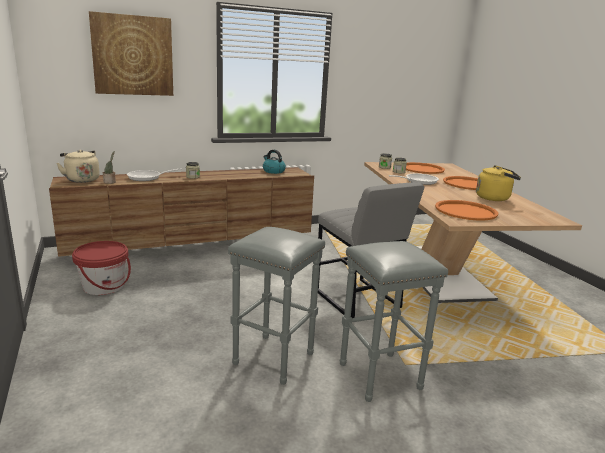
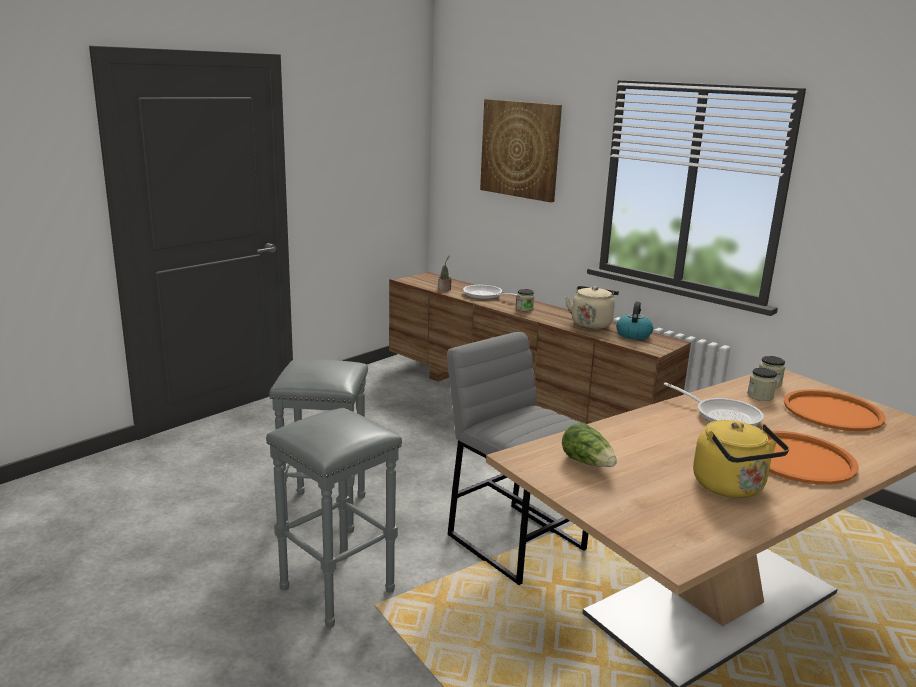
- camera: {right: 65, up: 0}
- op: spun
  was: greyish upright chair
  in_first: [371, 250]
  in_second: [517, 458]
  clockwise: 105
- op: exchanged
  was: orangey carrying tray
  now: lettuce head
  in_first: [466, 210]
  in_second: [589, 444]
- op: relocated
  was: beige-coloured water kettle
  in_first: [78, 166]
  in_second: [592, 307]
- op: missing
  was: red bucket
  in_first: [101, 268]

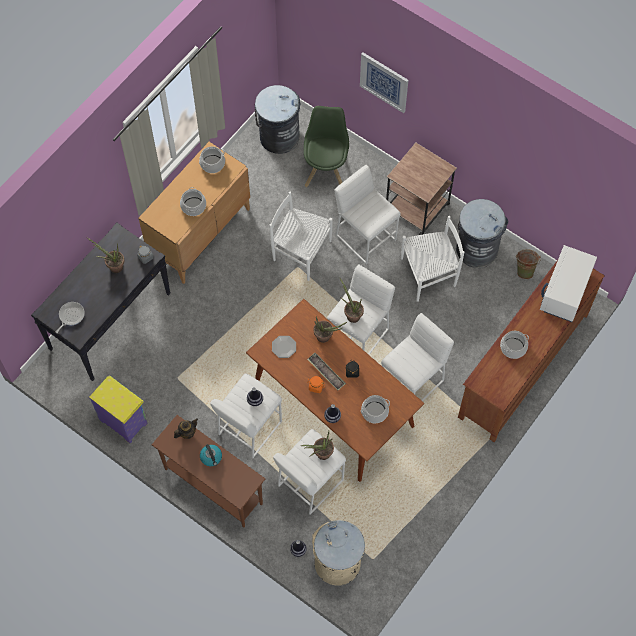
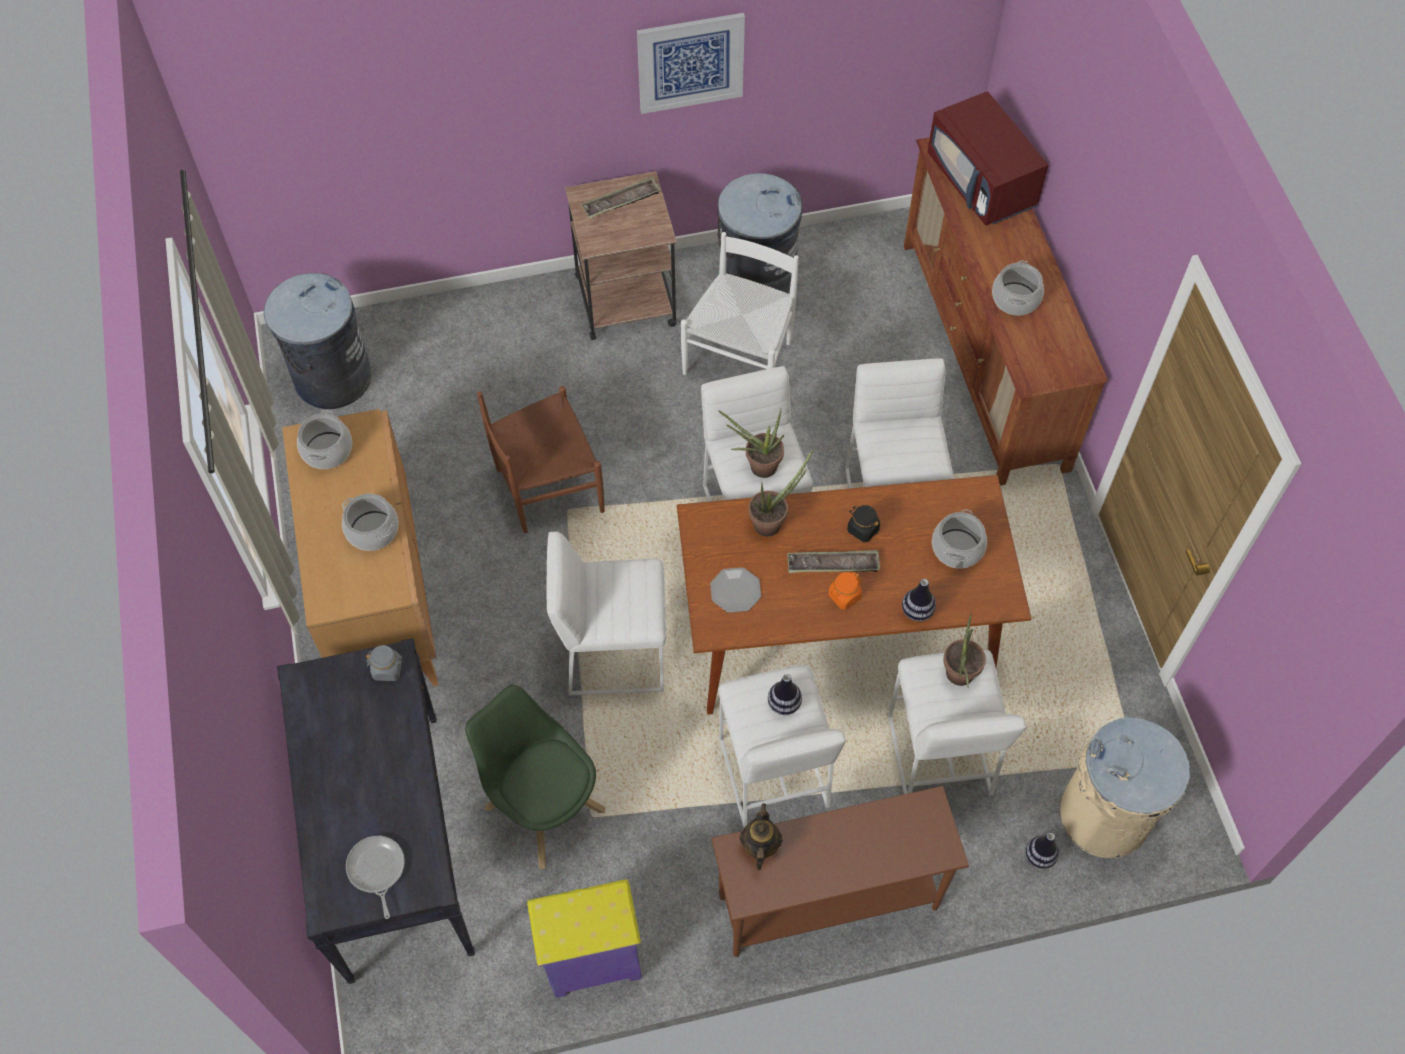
- camera: {right: -50, up: -5}
- op: relocated
  was: green upright chair
  in_first: [326, 146]
  in_second: [535, 777]
- op: colour
  was: white-coloured upright chair
  now: brownish upright chair
  in_first: [301, 236]
  in_second: [541, 459]
- op: relocated
  was: white-coloured sitting stool
  in_first: [367, 215]
  in_second: [606, 613]
- op: appeared
  now: carrying tray
  in_second: [621, 197]
- op: relocated
  was: wall picture
  in_first: [384, 83]
  in_second: [691, 63]
- op: colour
  was: white-coloured microwave oven
  now: red microwave oven
  in_first: [568, 283]
  in_second: [987, 158]
- op: missing
  was: houseplant
  in_first: [105, 255]
- op: missing
  was: water kettle
  in_first: [211, 455]
- op: missing
  was: green bucket
  in_first: [528, 264]

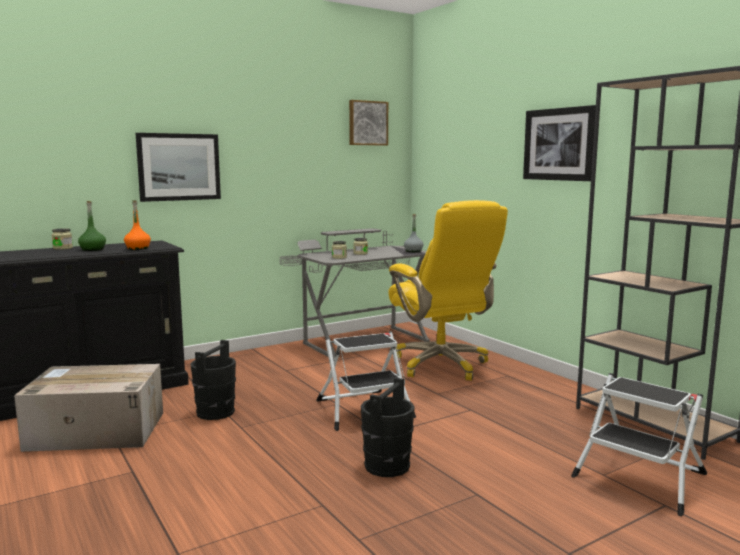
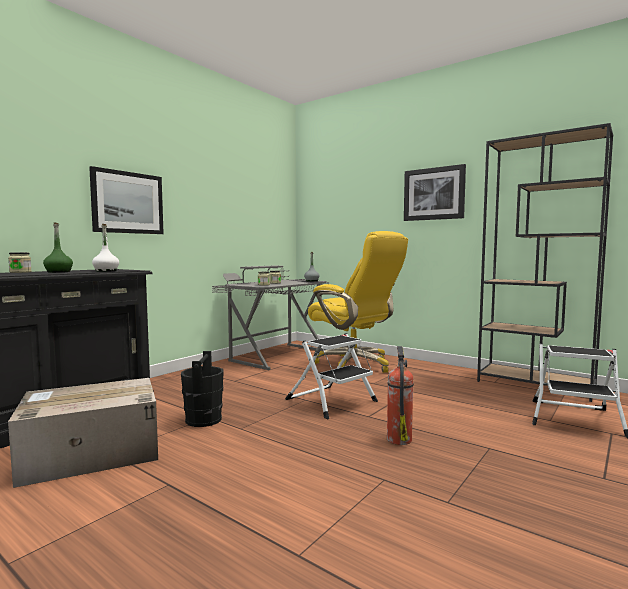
- camera: {right: -20, up: -5}
- op: colour
  was: orangey drink bottle
  now: white-coloured drink bottle
  in_first: [137, 225]
  in_second: [105, 248]
- op: exchanged
  was: blackish bucket
  now: extinguisher
  in_first: [388, 427]
  in_second: [400, 395]
- op: missing
  was: wall picture
  in_first: [368, 123]

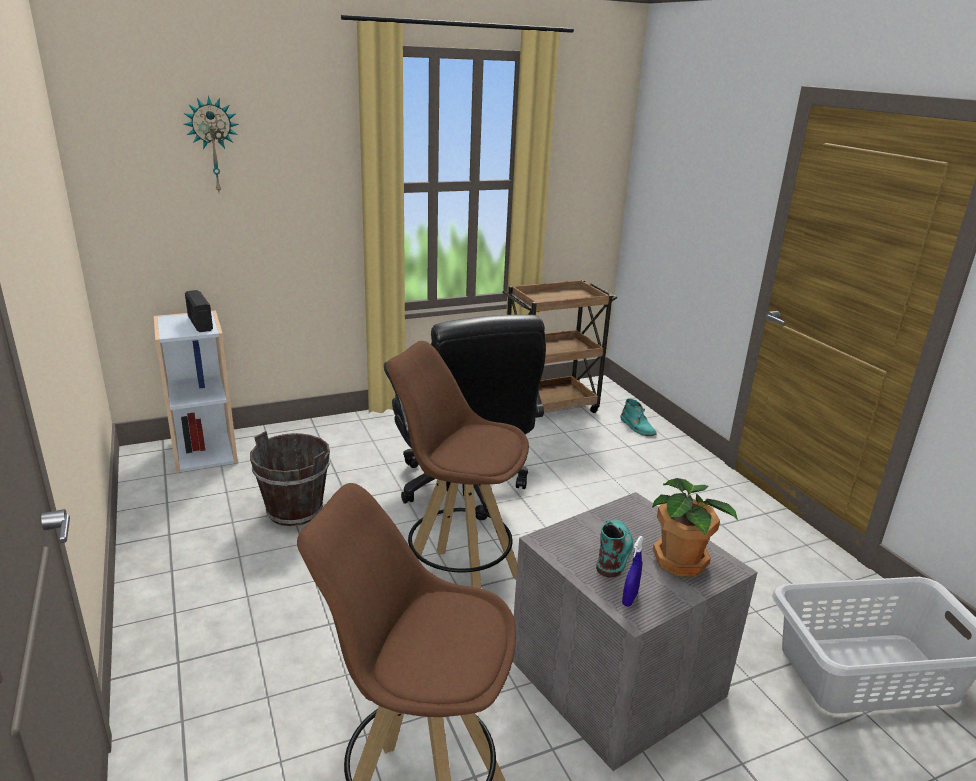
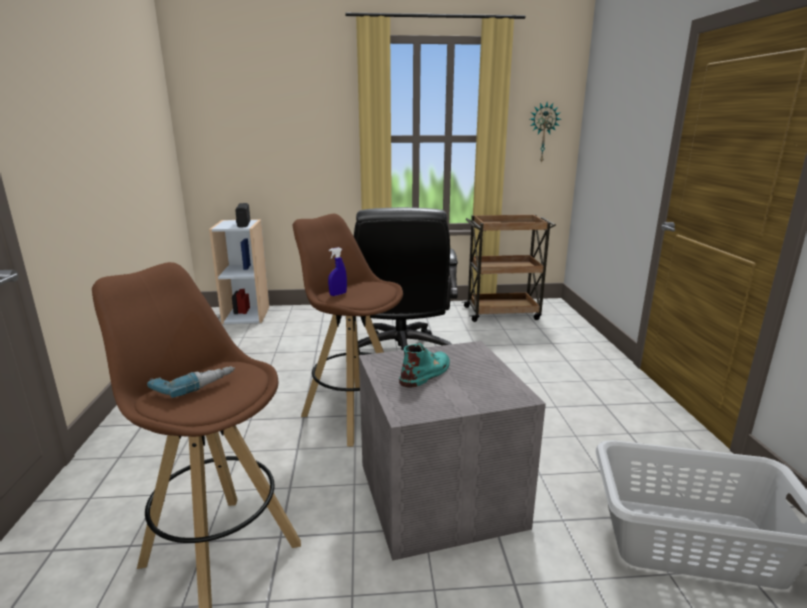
- camera: {right: 20, up: -5}
- op: appeared
  now: power drill
  in_second: [191, 382]
- op: relocated
  was: bluish sprayer
  in_first: [633, 571]
  in_second: [337, 271]
- op: relocated
  was: clock on the wall
  in_first: [211, 144]
  in_second: [545, 133]
- op: missing
  was: brownish bucket
  in_first: [290, 478]
- op: missing
  was: blue-green tall boot
  in_first: [638, 417]
- op: missing
  was: houseplant
  in_first: [695, 527]

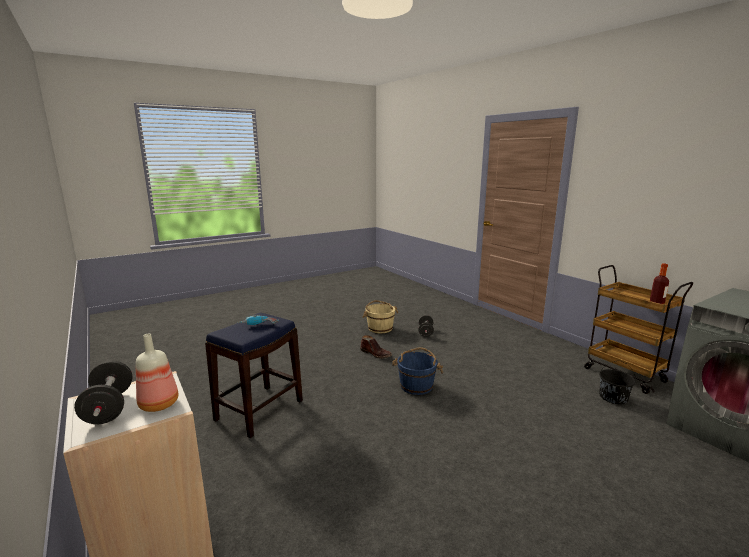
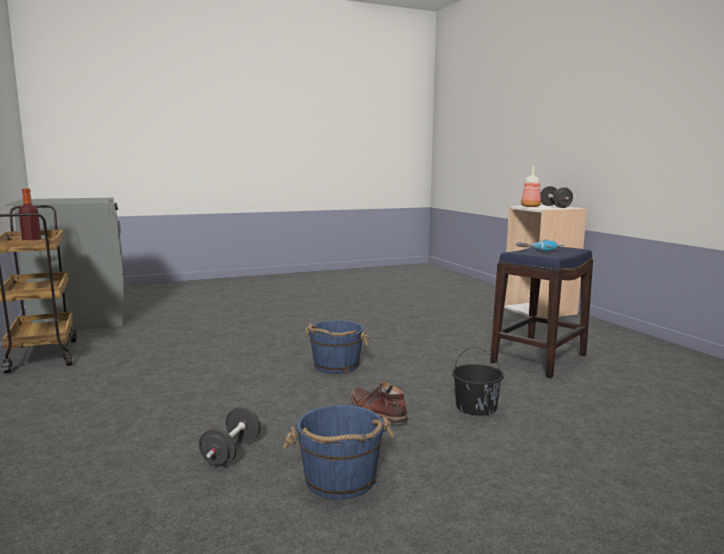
- camera: {right: -170, up: -5}
- op: colour
  was: beige-coloured bucket
  now: bluish bucket
  in_first: [380, 316]
  in_second: [339, 452]
- op: relocated
  was: blackish bucket
  in_first: [617, 382]
  in_second: [478, 381]

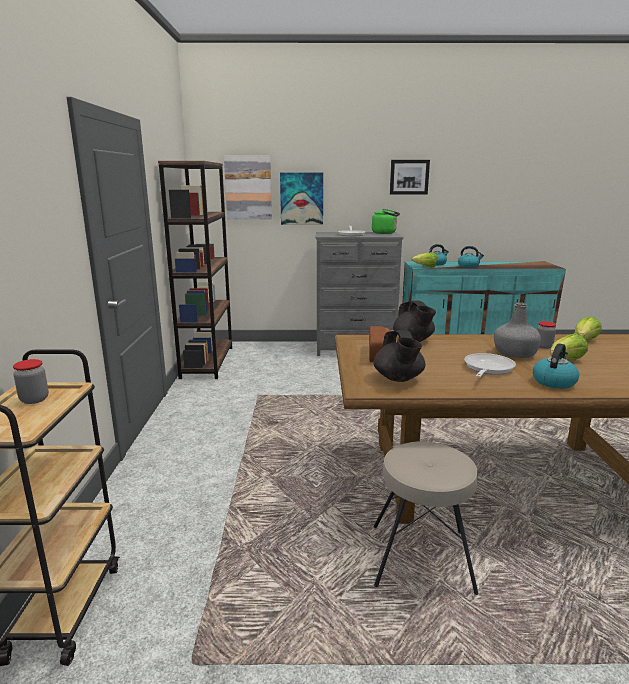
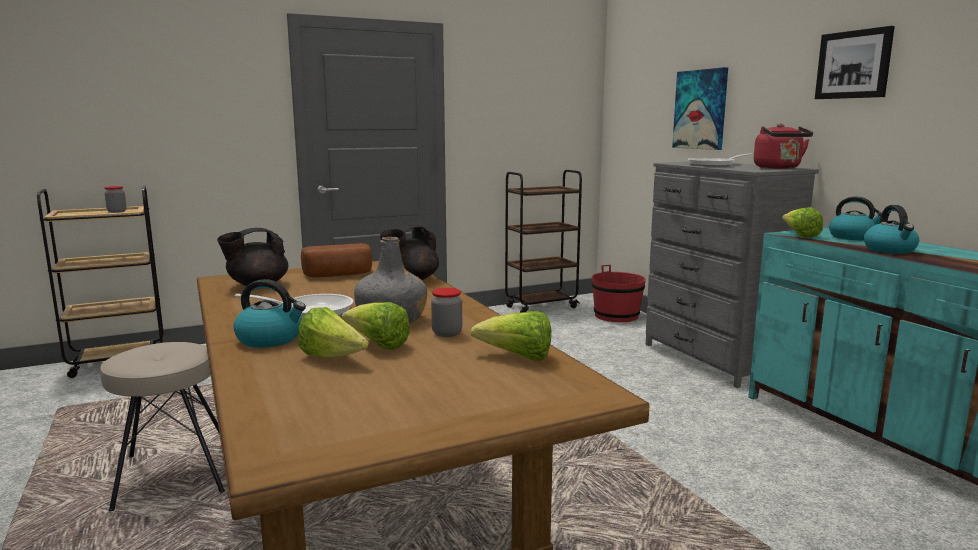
- camera: {right: 65, up: -5}
- op: appeared
  now: lettuce head
  in_second: [333, 332]
- op: exchanged
  was: brownish shelving unit
  now: brownish trolley
  in_first: [195, 270]
  in_second: [543, 241]
- op: appeared
  now: red bucket
  in_second: [618, 293]
- op: colour
  was: green water kettle
  now: red water kettle
  in_first: [386, 221]
  in_second: [783, 146]
- op: missing
  was: wall picture
  in_first: [248, 187]

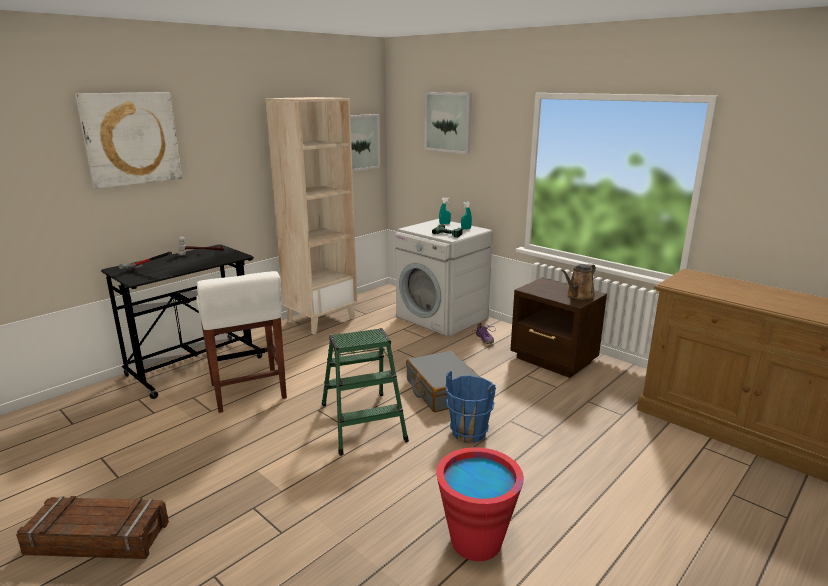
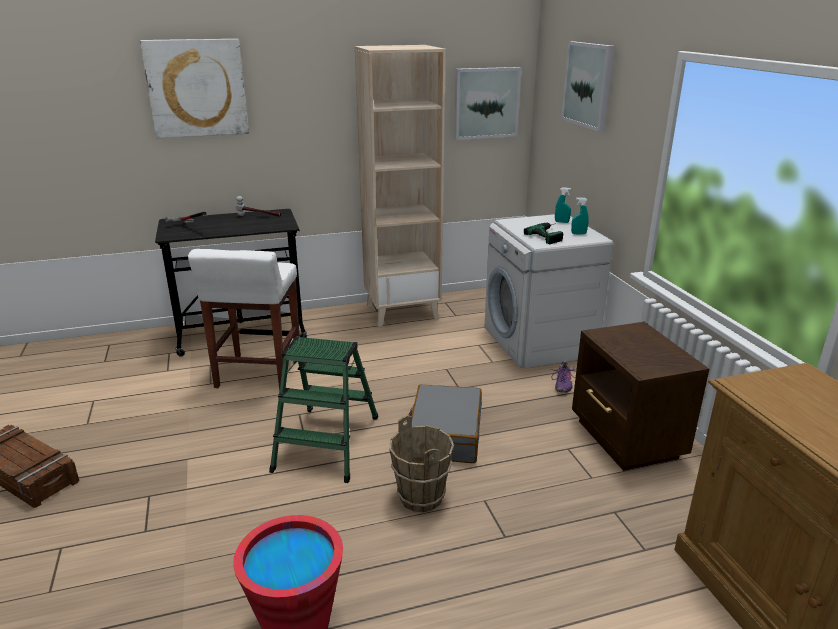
- camera: {right: 30, up: 5}
- op: colour
  was: bluish bucket
  now: brownish bucket
  in_first: [471, 407]
  in_second: [421, 464]
- op: missing
  was: brownish watering pot
  in_first: [578, 282]

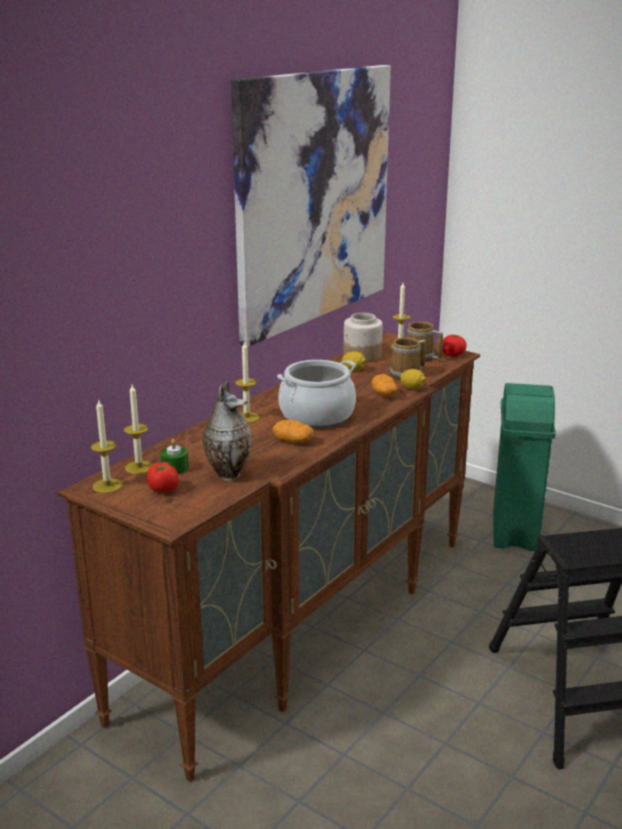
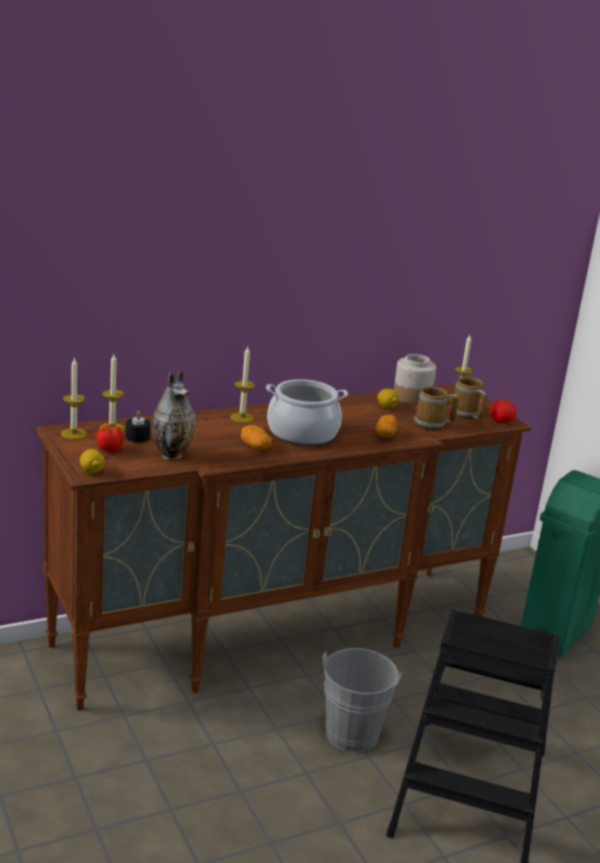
- camera: {right: 25, up: 0}
- op: relocated
  was: whole lemon
  in_first: [413, 379]
  in_second: [92, 461]
- op: colour
  was: green wax light
  now: blackish wax light
  in_first: [174, 456]
  in_second: [138, 426]
- op: appeared
  now: greyish bucket
  in_second: [362, 700]
- op: missing
  was: wall picture
  in_first: [311, 206]

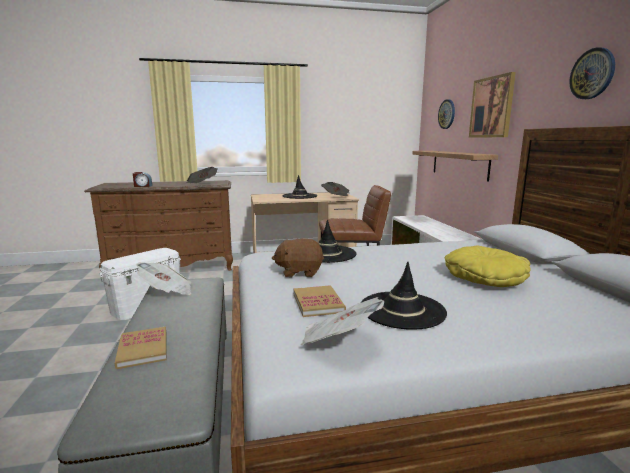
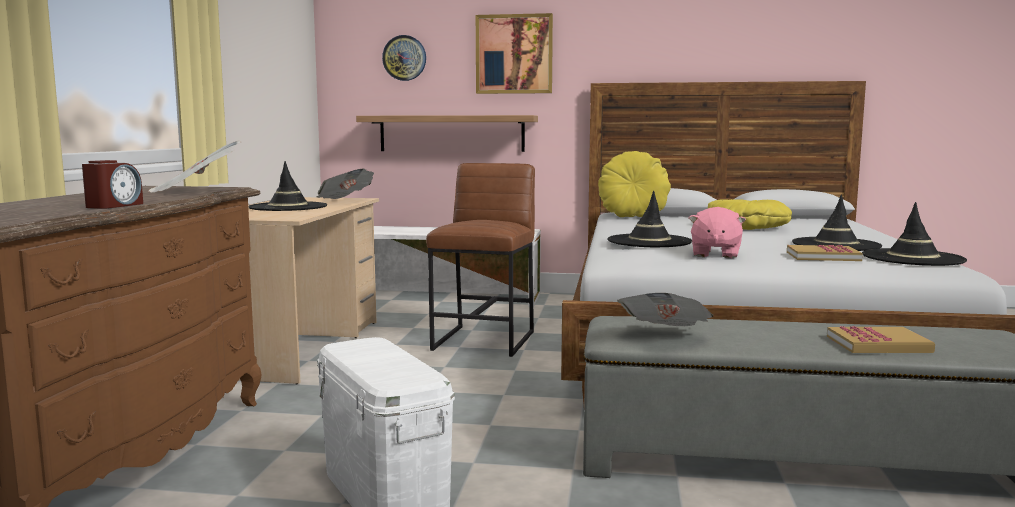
- camera: {right: -70, up: -5}
- op: appeared
  now: yellow-coloured throw pillow
  in_second: [634, 184]
- op: colour
  was: brownish cuddly toy
  now: pink-coloured cuddly toy
  in_first: [298, 257]
  in_second: [717, 233]
- op: exchanged
  was: printed paper
  now: blackish clothing hat
  in_first: [342, 321]
  in_second: [914, 234]
- op: missing
  was: clock on the wall
  in_first: [592, 73]

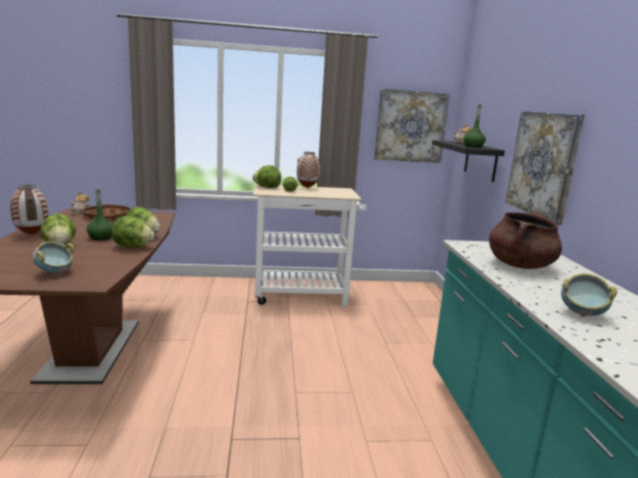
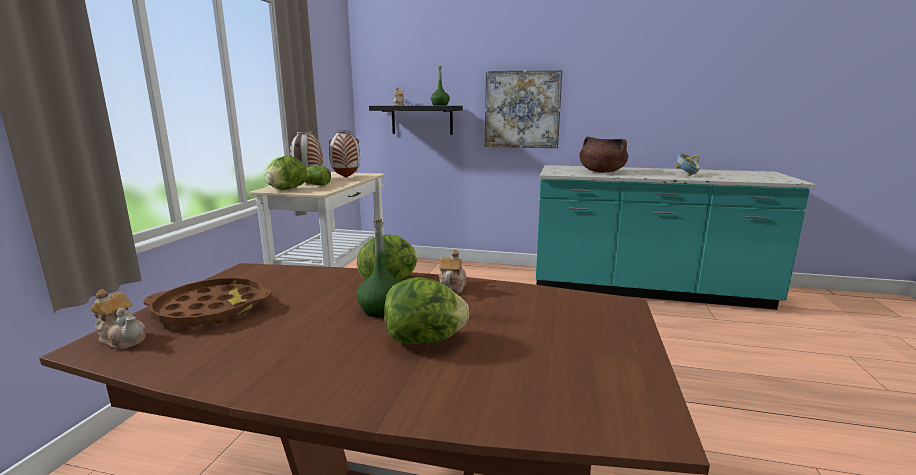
- camera: {right: -70, up: 0}
- op: relocated
  was: vase
  in_first: [29, 210]
  in_second: [344, 154]
- op: exchanged
  was: lettuce head
  now: tea pot
  in_first: [133, 232]
  in_second: [453, 272]
- op: missing
  was: deep dish
  in_first: [54, 257]
- op: missing
  was: wall picture
  in_first: [412, 126]

